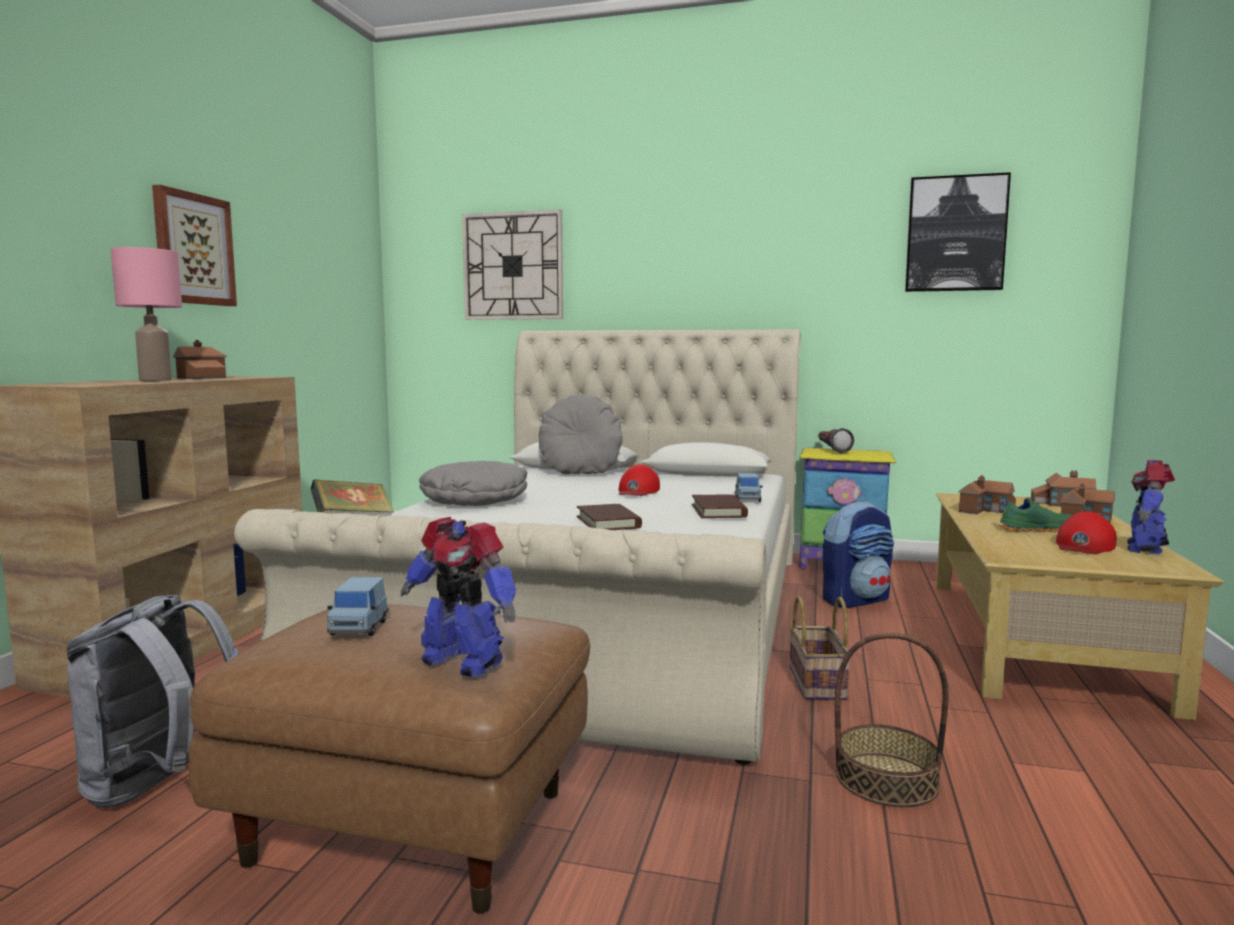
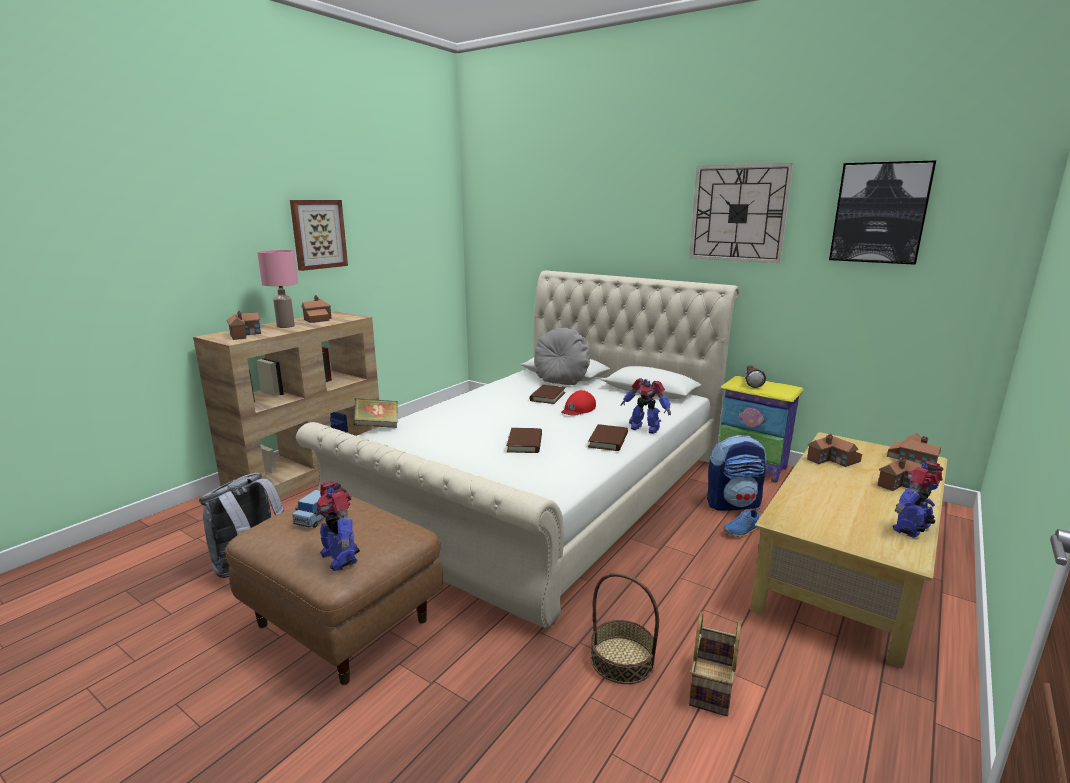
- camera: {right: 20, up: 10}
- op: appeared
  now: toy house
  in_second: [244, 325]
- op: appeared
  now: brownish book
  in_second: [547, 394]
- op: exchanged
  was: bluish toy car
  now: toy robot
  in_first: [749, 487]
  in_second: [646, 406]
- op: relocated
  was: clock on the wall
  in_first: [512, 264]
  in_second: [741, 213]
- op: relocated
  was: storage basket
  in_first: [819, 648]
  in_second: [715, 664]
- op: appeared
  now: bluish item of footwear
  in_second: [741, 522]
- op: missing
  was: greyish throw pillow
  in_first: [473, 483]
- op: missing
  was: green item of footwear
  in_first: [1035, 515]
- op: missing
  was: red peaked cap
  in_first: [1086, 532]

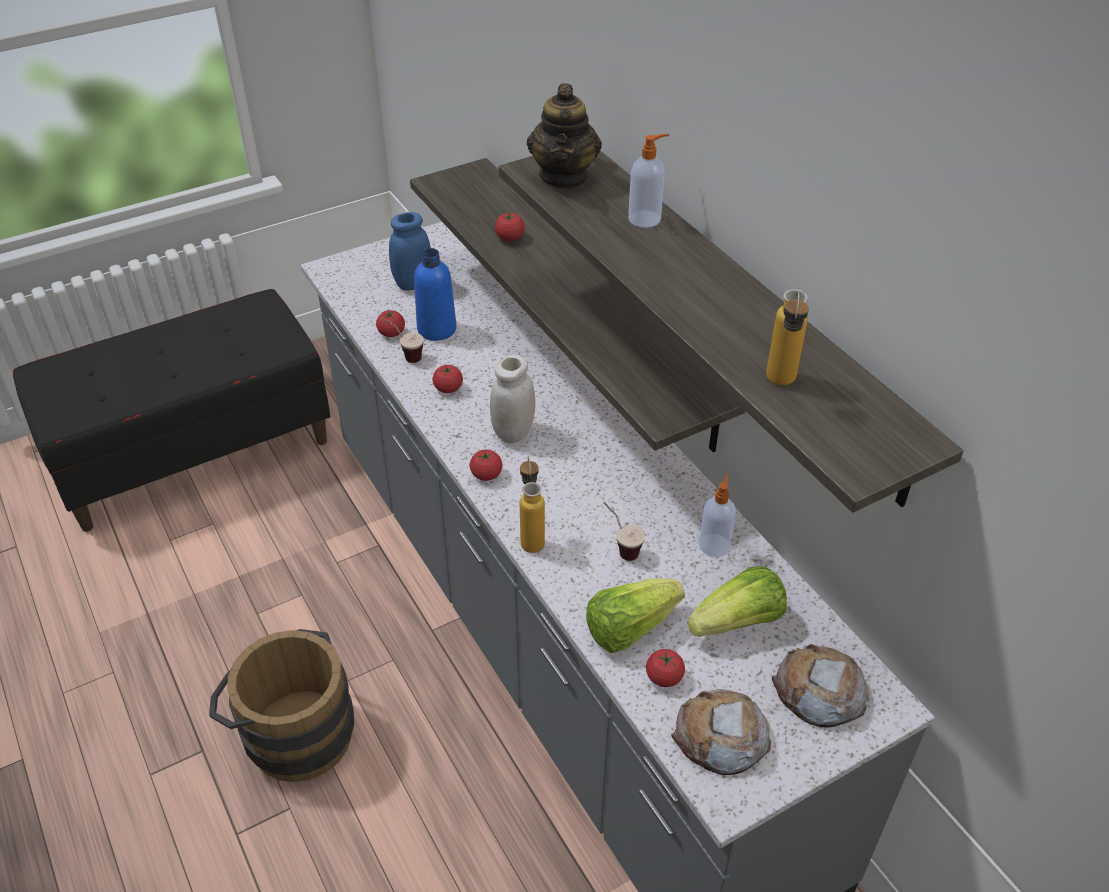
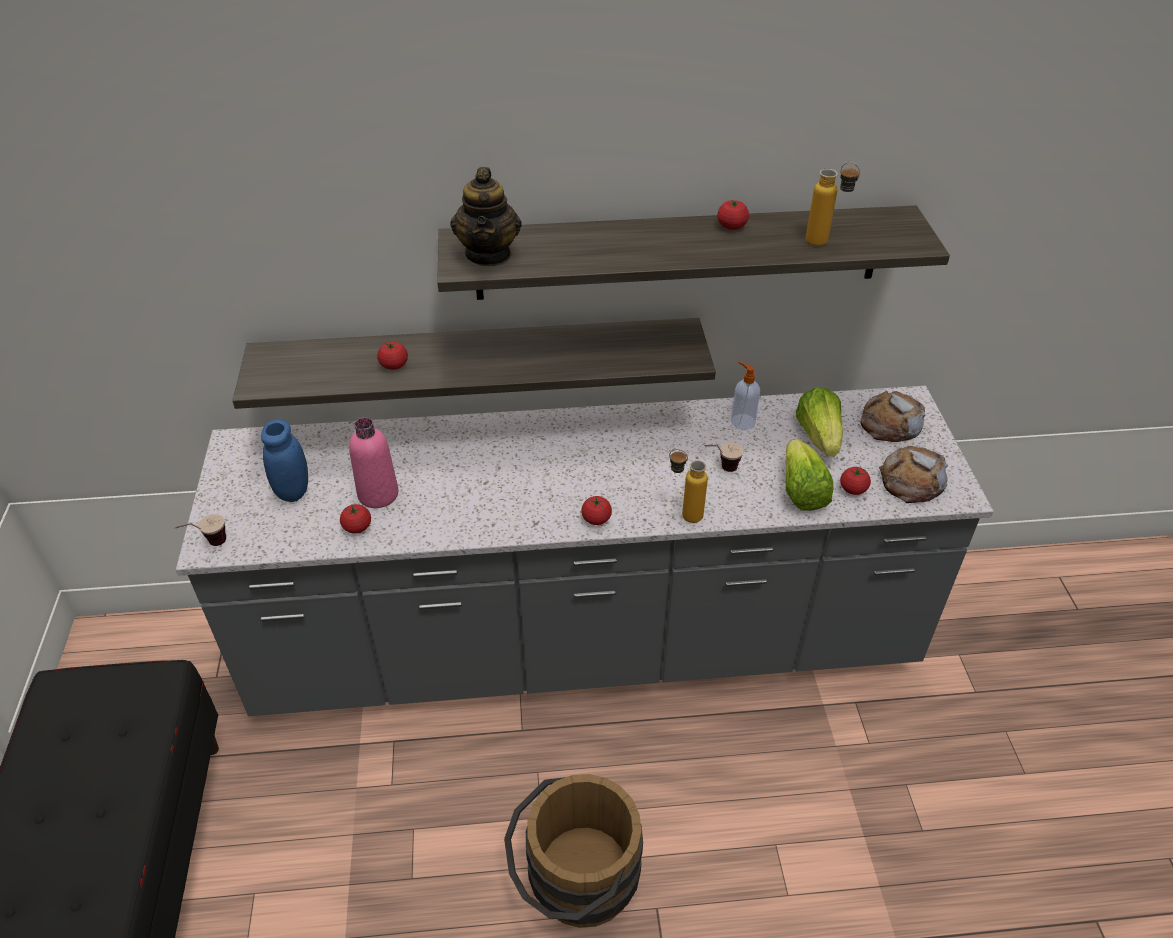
- camera: {right: -65, up: 0}
- op: relocated
  was: cup
  in_first: [403, 341]
  in_second: [200, 530]
- op: colour
  was: bluish drink bottle
  now: pink-coloured drink bottle
  in_first: [435, 294]
  in_second: [374, 463]
- op: spun
  was: tea pot
  in_first: [564, 136]
  in_second: [486, 216]
  clockwise: 60
- op: relocated
  was: whole tomato
  in_first: [448, 379]
  in_second: [733, 215]
- op: missing
  was: white-coloured jar
  in_first: [512, 399]
- op: missing
  was: soap dispenser
  in_first: [648, 181]

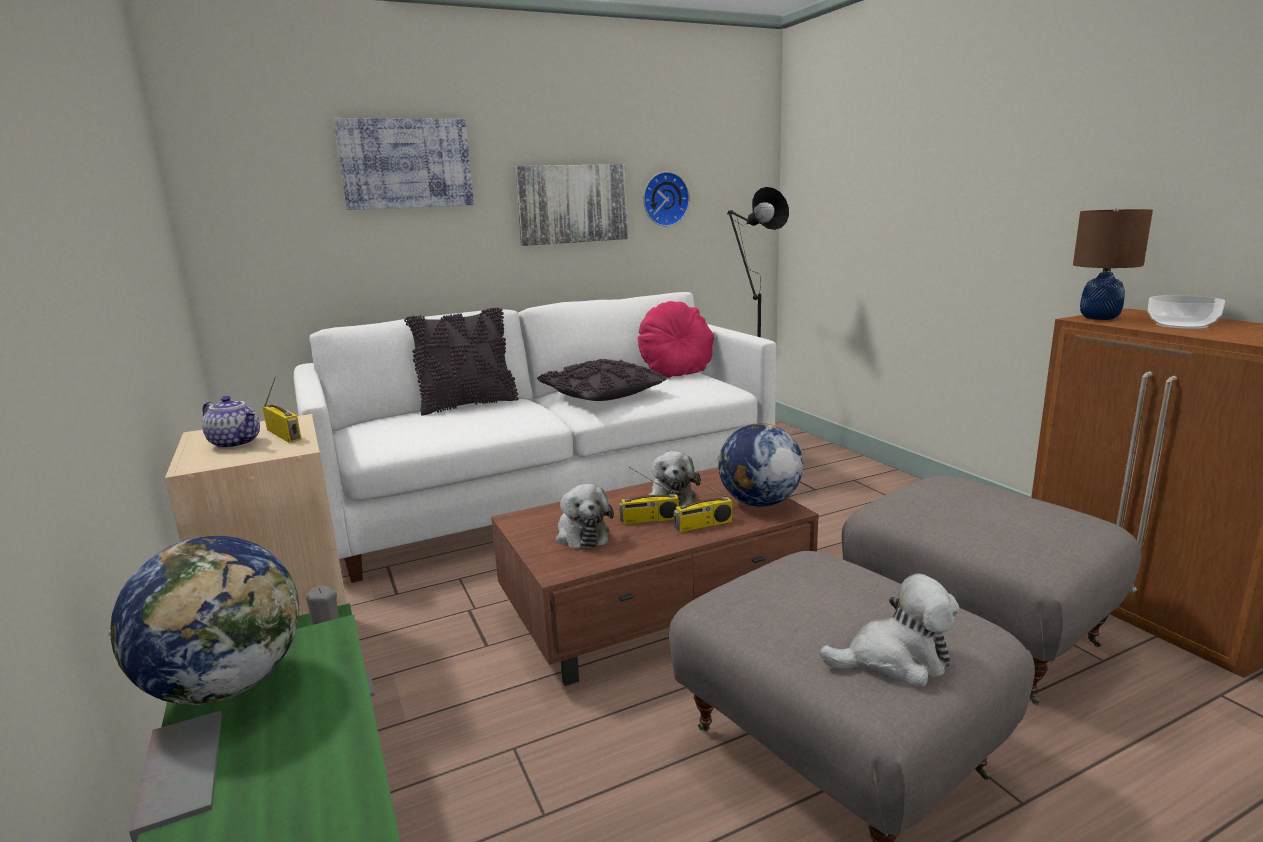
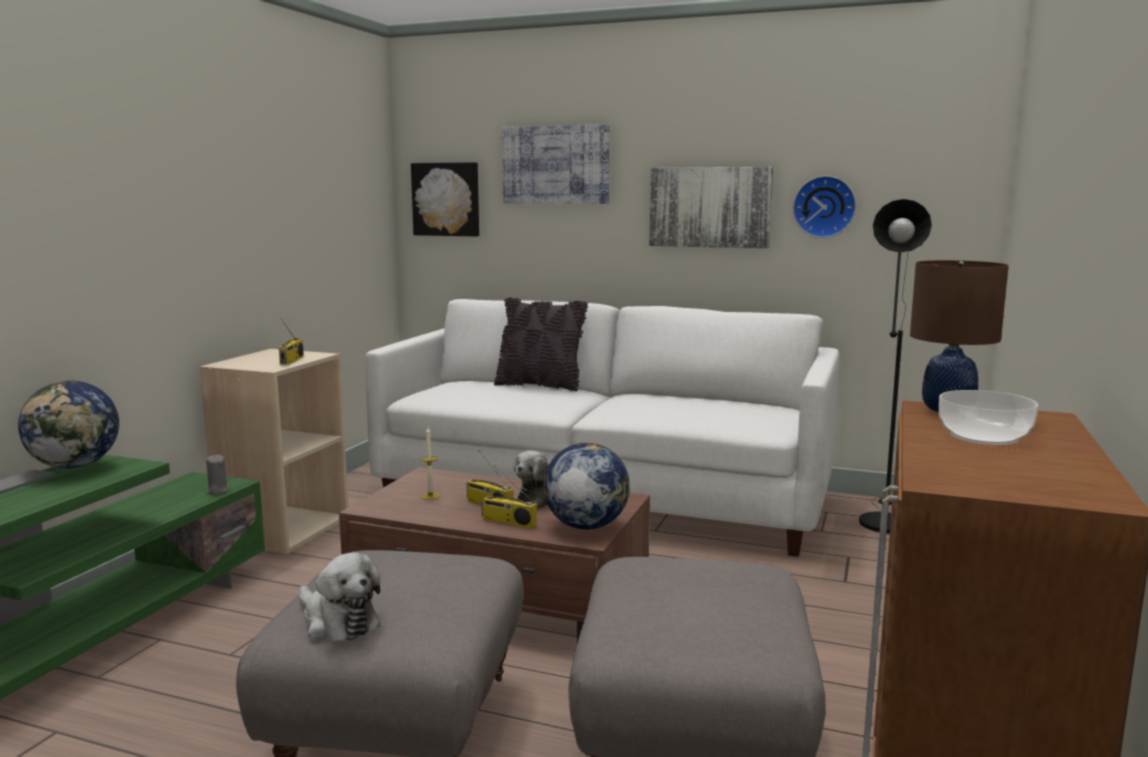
- camera: {right: 45, up: -5}
- op: appeared
  now: wall picture
  in_second: [445, 199]
- op: exchanged
  was: cuddly toy
  now: wax light
  in_first: [585, 517]
  in_second: [430, 463]
- op: missing
  was: tea pot
  in_first: [231, 422]
- op: missing
  was: blackish throw pillow
  in_first: [601, 380]
- op: missing
  was: pink-coloured throw pillow
  in_first: [676, 339]

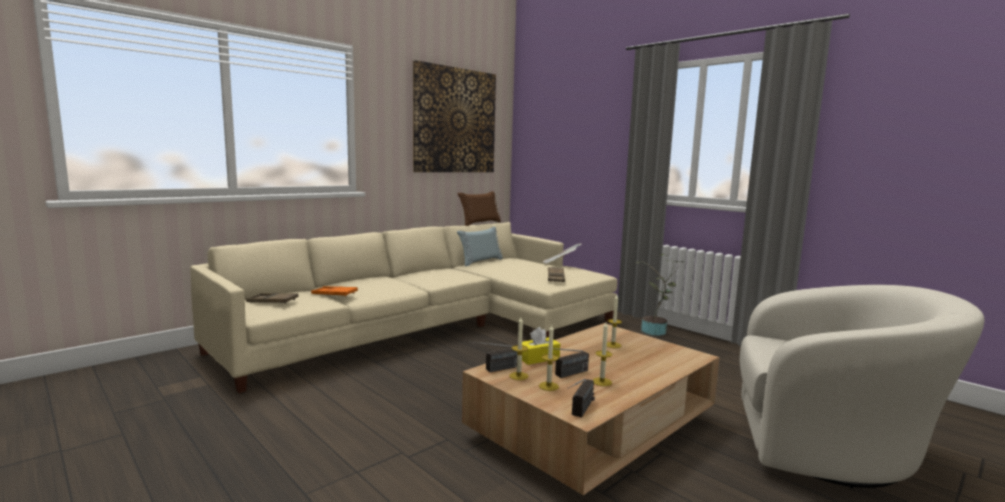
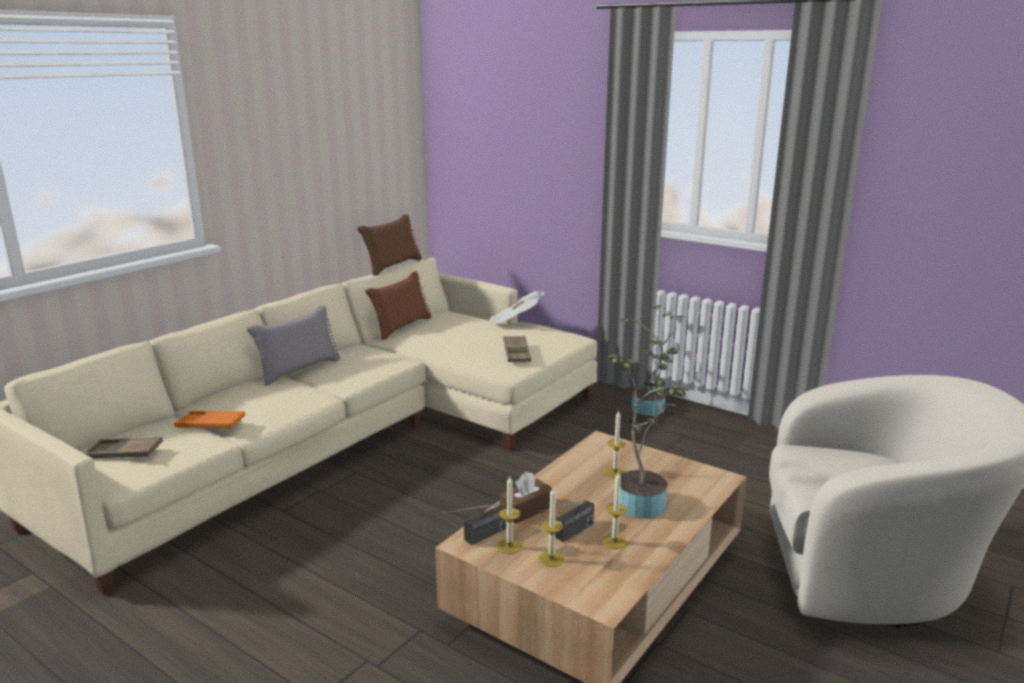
- camera: {right: -10, up: 10}
- op: appeared
  now: greyish throw pillow
  in_second: [294, 346]
- op: colour
  was: bluish throw pillow
  now: brownish throw pillow
  in_first: [480, 246]
  in_second: [398, 305]
- op: colour
  was: yellow-coloured box of tissues
  now: brownish box of tissues
  in_first: [541, 346]
  in_second: [526, 498]
- op: appeared
  now: houseplant
  in_second: [648, 435]
- op: missing
  was: wall picture
  in_first: [454, 116]
- op: missing
  was: radio receiver
  in_first: [581, 398]

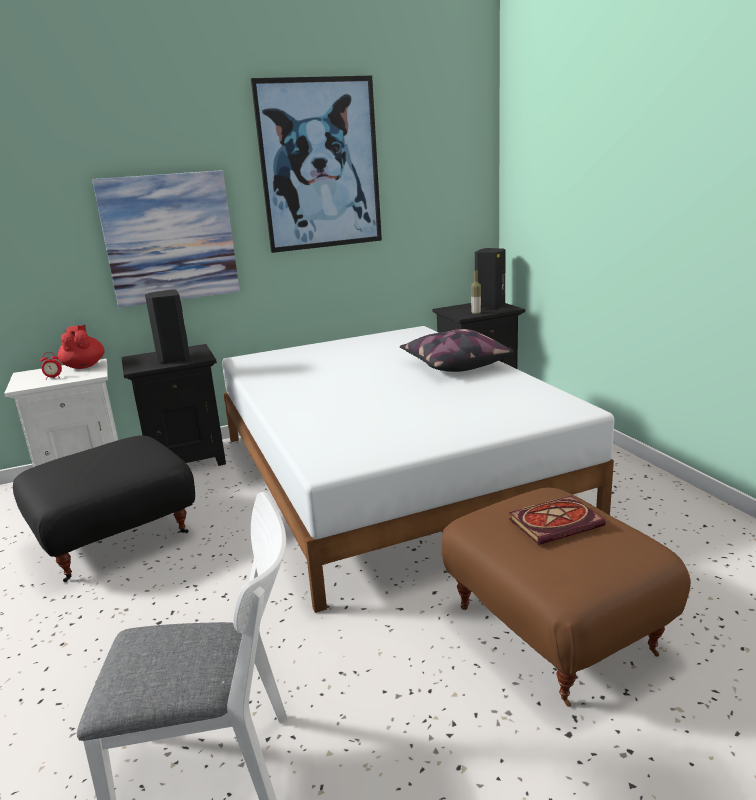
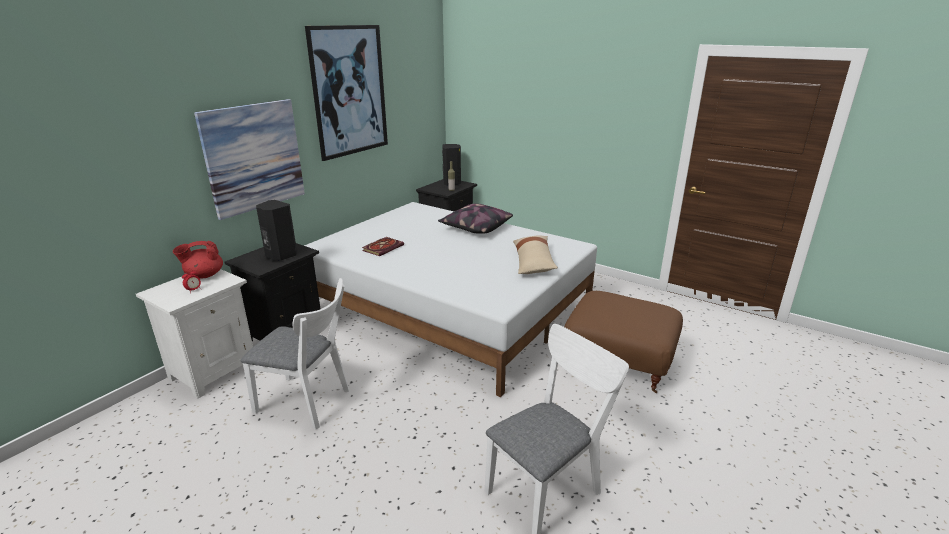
- camera: {right: -35, up: 5}
- op: spun
  was: red tea pot
  in_first: [81, 347]
  in_second: [198, 260]
  clockwise: -60
- op: exchanged
  was: blackish pouffe
  now: white-coloured upright chair
  in_first: [104, 508]
  in_second: [294, 354]
- op: relocated
  was: book
  in_first: [557, 520]
  in_second: [383, 246]
- op: appeared
  now: beige-coloured throw pillow
  in_second: [535, 254]

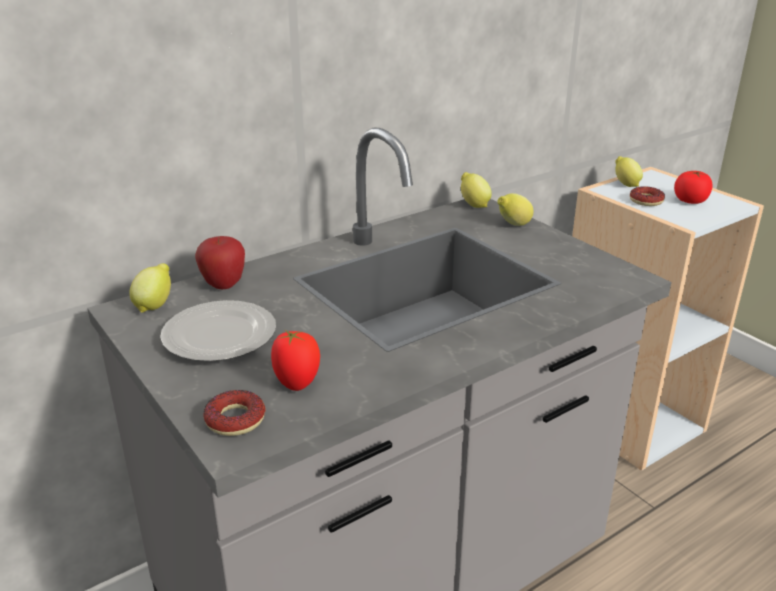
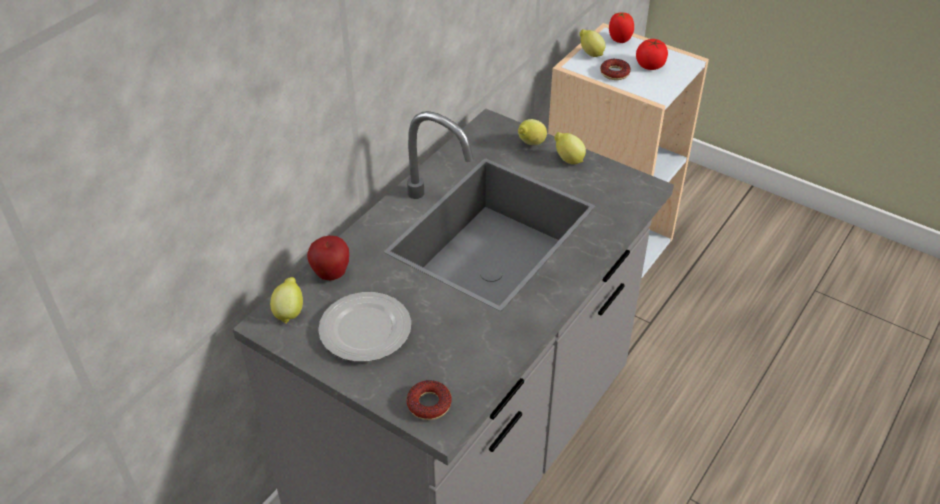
- camera: {right: -20, up: 15}
- op: relocated
  was: whole lemon
  in_first: [476, 190]
  in_second: [570, 148]
- op: relocated
  was: whole tomato
  in_first: [295, 360]
  in_second: [621, 28]

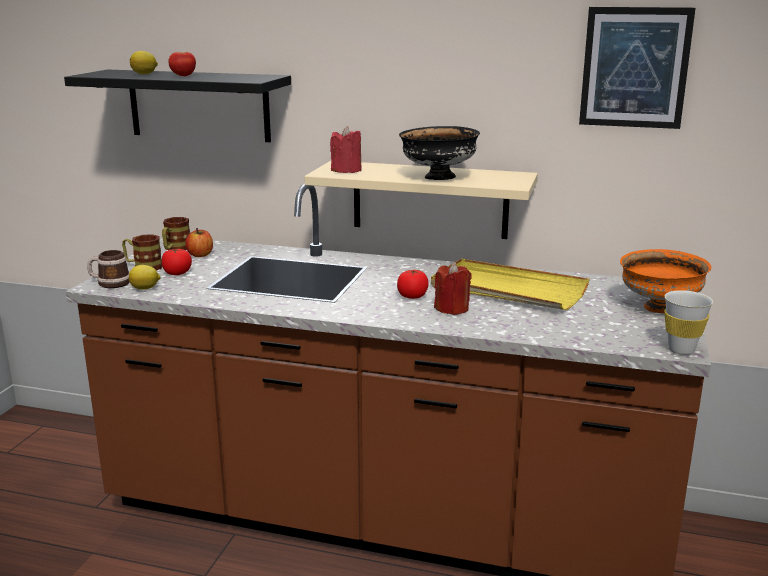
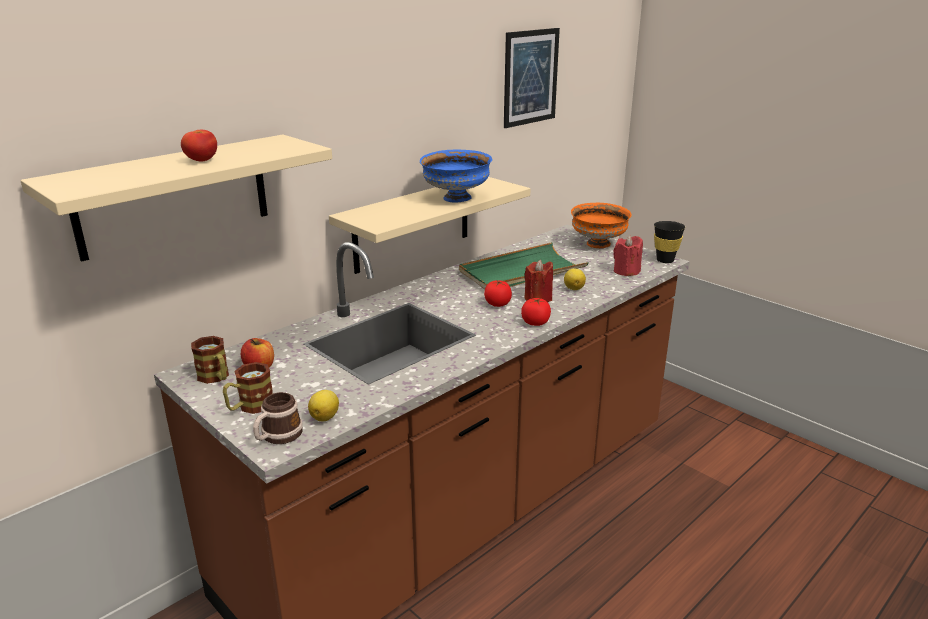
- camera: {right: -60, up: 5}
- op: colour
  was: blackish shelf
  now: beige-coloured shelf
  in_first: [177, 106]
  in_second: [176, 198]
- op: colour
  was: blackish deep dish
  now: bluish deep dish
  in_first: [439, 153]
  in_second: [456, 176]
- op: colour
  was: yellow-coloured carrying tray
  now: green carrying tray
  in_first: [510, 284]
  in_second: [524, 266]
- op: relocated
  was: whole tomato
  in_first: [177, 262]
  in_second: [536, 312]
- op: relocated
  was: whole lemon
  in_first: [144, 62]
  in_second: [575, 279]
- op: relocated
  was: red wax light
  in_first: [346, 149]
  in_second: [628, 255]
- op: colour
  was: white-coloured cup
  now: blackish cup
  in_first: [688, 322]
  in_second: [669, 242]

